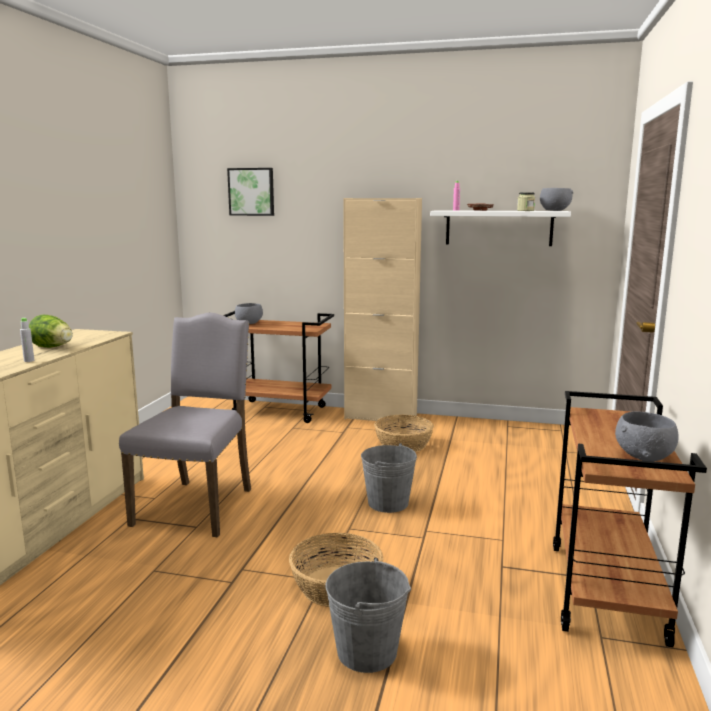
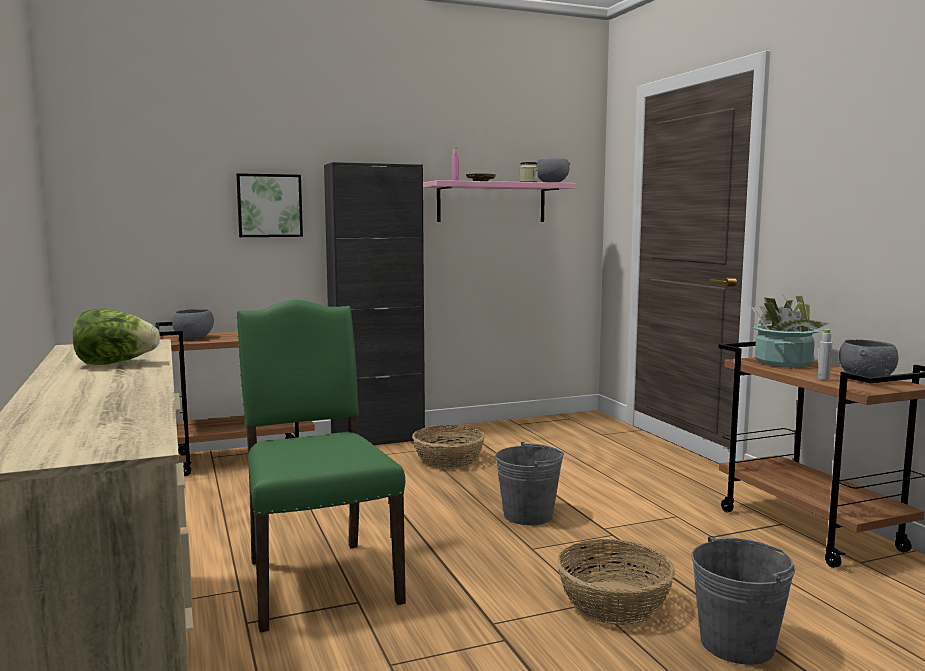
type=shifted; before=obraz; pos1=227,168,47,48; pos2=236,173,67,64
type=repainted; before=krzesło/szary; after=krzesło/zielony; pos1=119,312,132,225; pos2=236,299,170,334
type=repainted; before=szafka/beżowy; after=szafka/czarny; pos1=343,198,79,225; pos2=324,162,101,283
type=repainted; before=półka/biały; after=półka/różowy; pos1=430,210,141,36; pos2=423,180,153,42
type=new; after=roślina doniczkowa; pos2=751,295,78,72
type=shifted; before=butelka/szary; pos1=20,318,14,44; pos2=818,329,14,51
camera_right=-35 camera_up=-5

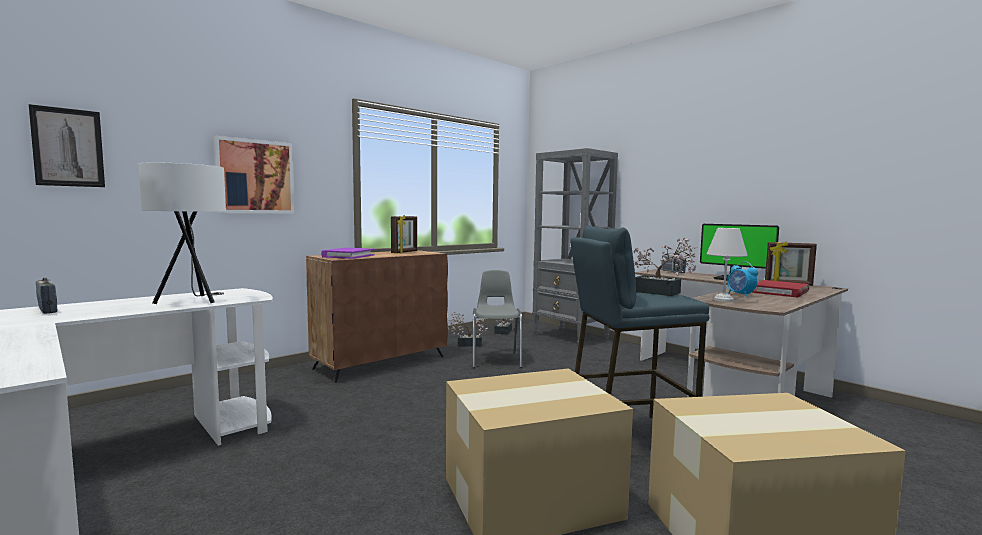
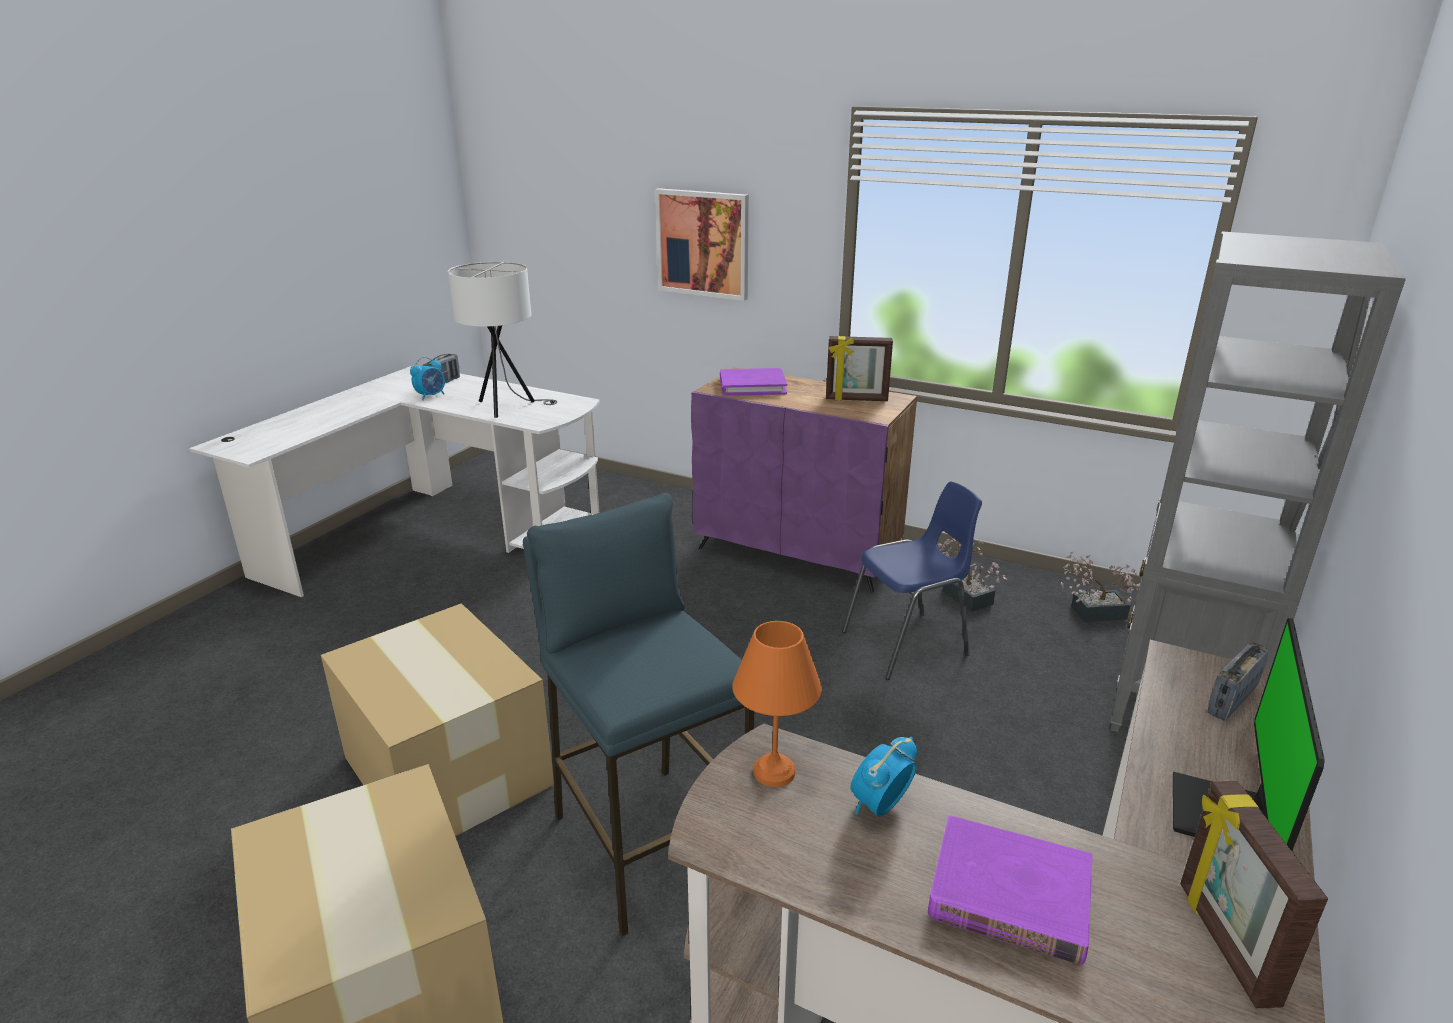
type=new; after=budzik; pos2=410,357,35,43
type=repainted; before=szafka/brązowy; after=szafka/fioletowy; pos1=306,250,142,133; pos2=691,367,226,226
type=repainted; before=lampa stołowa/biały; after=lampa stołowa/pomarańczowy; pos1=707,228,41,74; pos2=732,621,90,166
type=repainted; before=krzesło/szary; after=krzesło/niebieski; pos1=473,270,49,98; pos2=842,481,140,199
type=repainted; before=książka/czerwony; after=książka/fioletowy; pos1=752,280,58,17; pos2=928,816,165,149
type=gone; before=obraz; pos1=29,104,76,83
type=gone; before=roślina doniczkowa; pos1=633,238,65,58
camera_right=70 camera_up=20

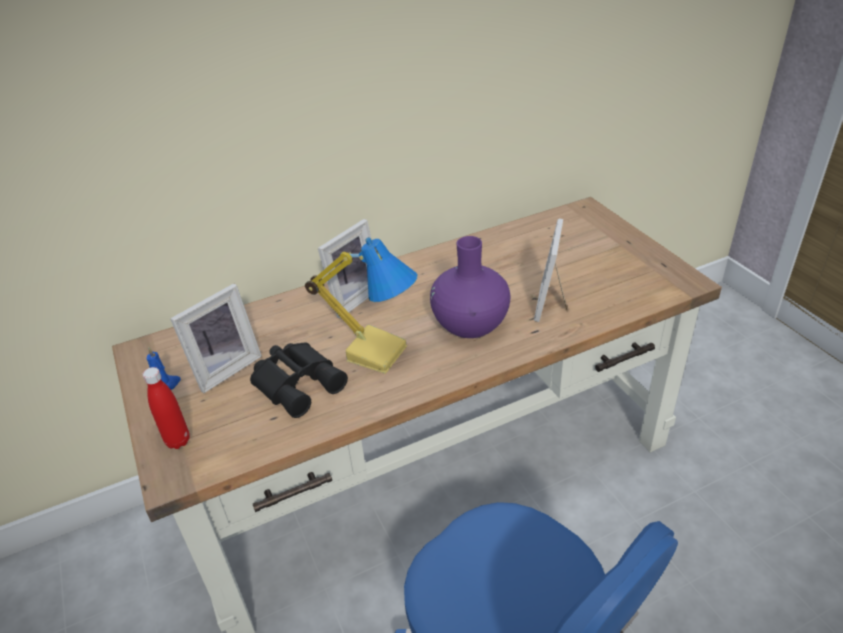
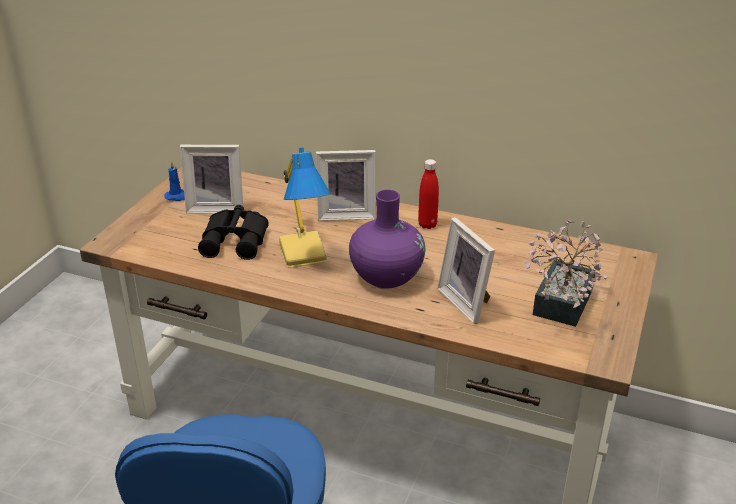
type=shifted; before=butelka/czerwony; pos1=142,367,48,82; pos2=418,159,21,70
type=rotated; before=ramka na zdjęcie; pos1=534,218,33,104; pos2=437,217,58,107; turn=-90
type=new; after=roślina doniczkowa; pos2=524,220,85,107
camera_right=45 camera_up=-5

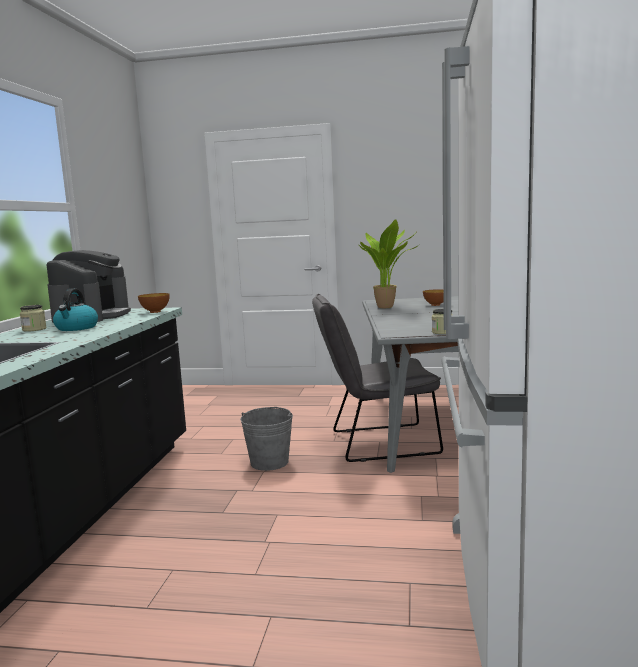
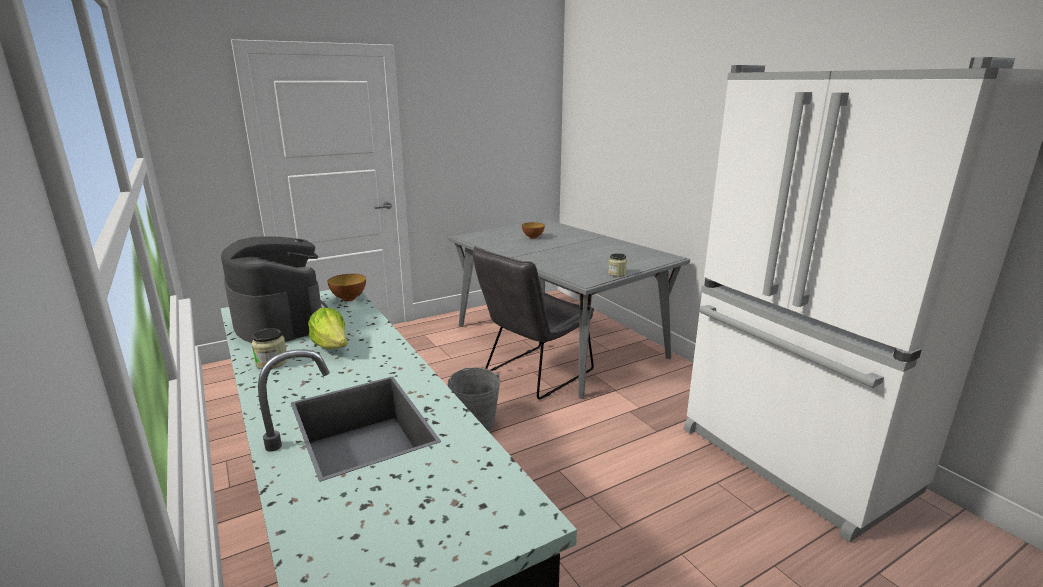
type=swapped; before=czajnik; after=sałata; pos1=53,288,45,43; pos2=308,308,40,41
type=gone; before=roślina doniczkowa; pos1=358,219,63,89
camera_right=-40 camera_up=10

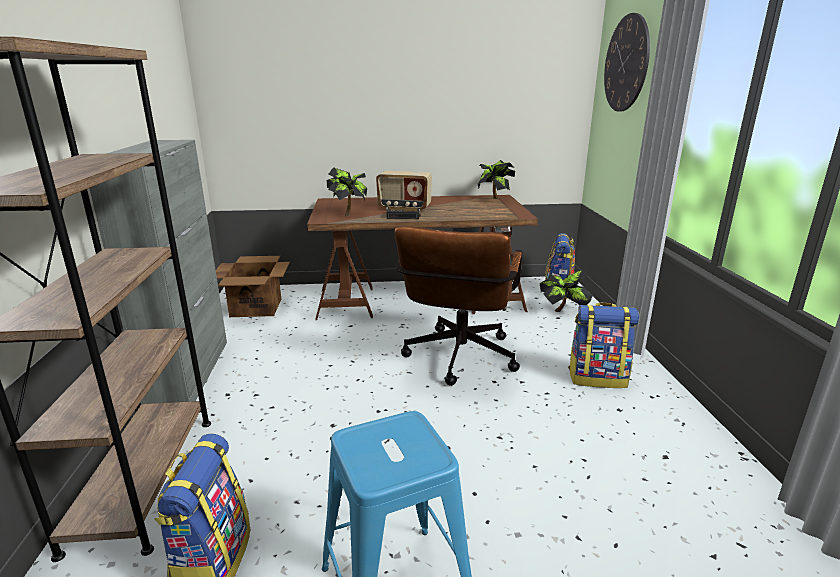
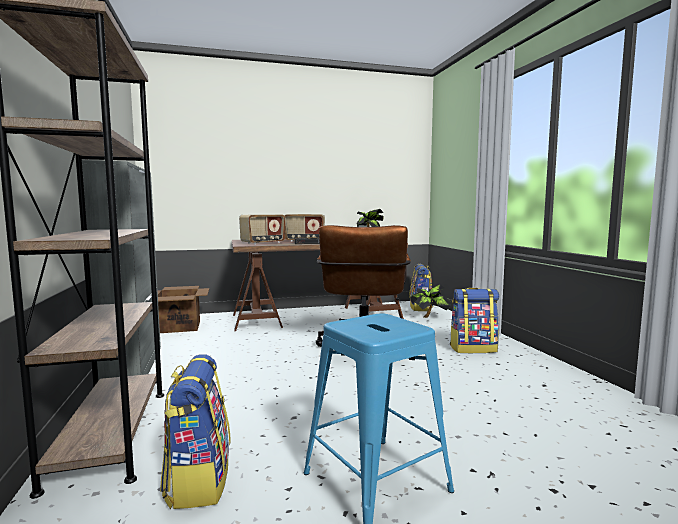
type=swapped; before=roślina doniczkowa; after=radio; pos1=326,167,41,49; pos2=239,214,46,31
type=gone; before=zegar ścienny; pos1=604,13,46,99
camera_right=-10 camera_up=-15

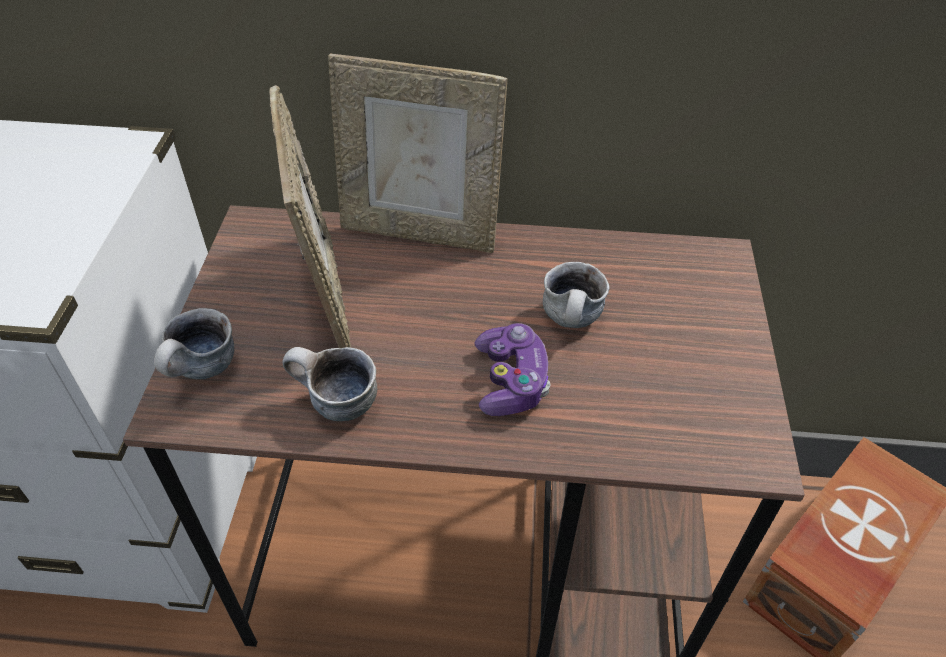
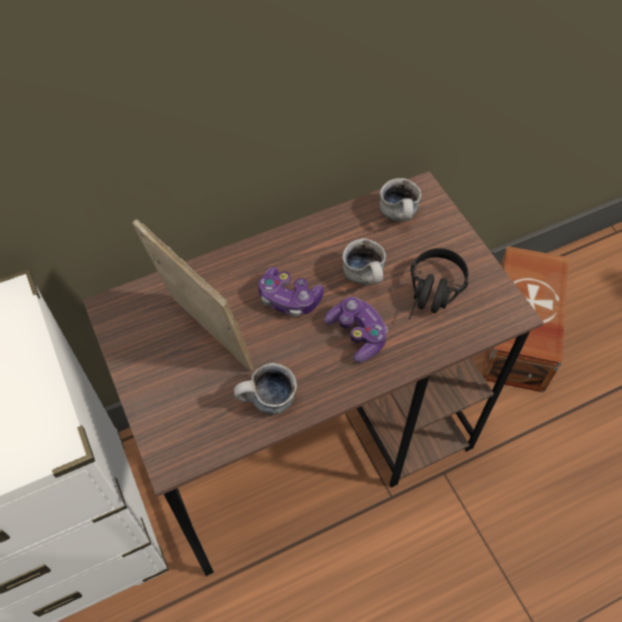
type=new; after=pad do gier; pos2=258,267,66,50
type=shifted; before=kubek; pos1=154,308,80,71; pos2=380,178,41,43
type=new; after=słuchawki/czarny; pos2=409,248,60,71
type=gone; before=ramka na zdjęcie; pos1=328,54,179,199
camera_right=-30 camera_up=10

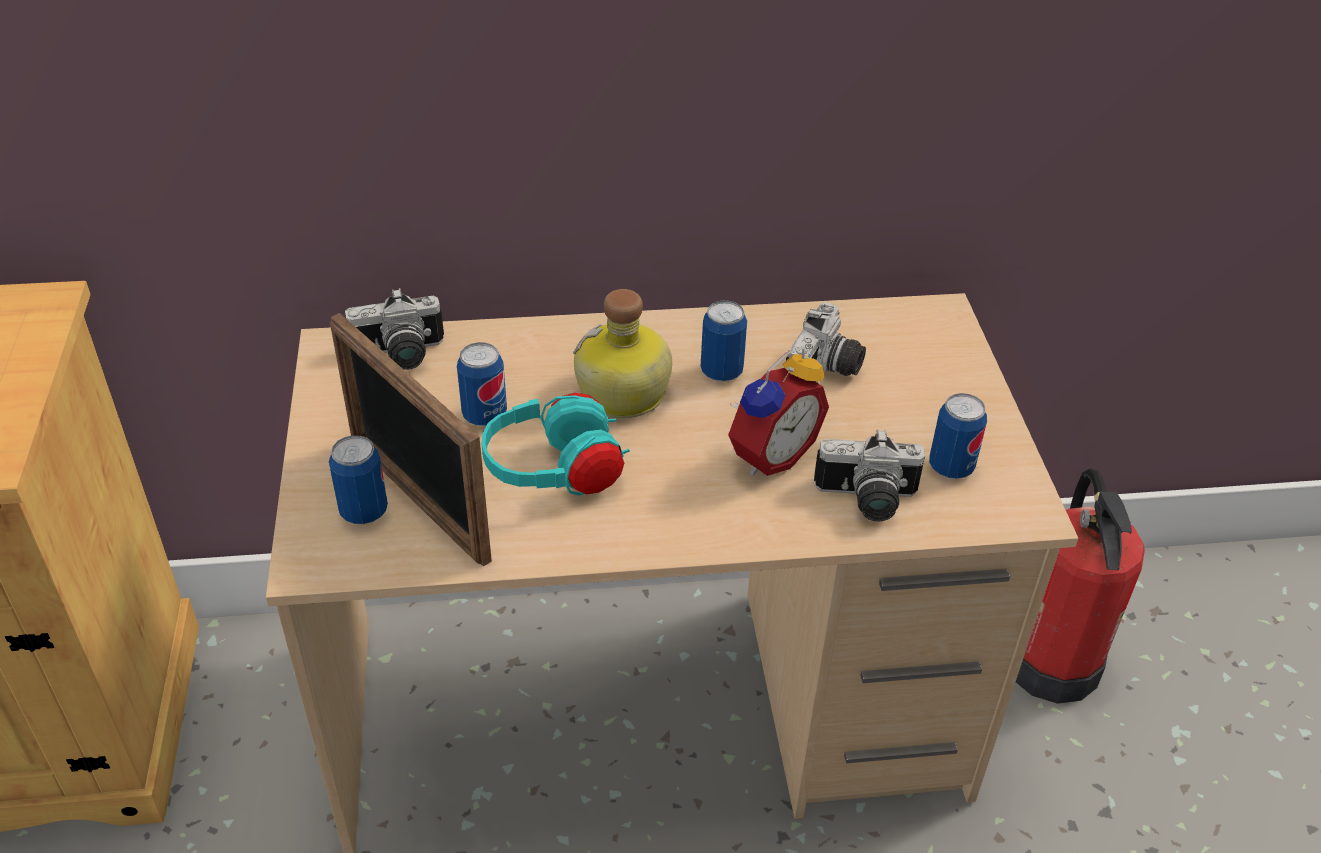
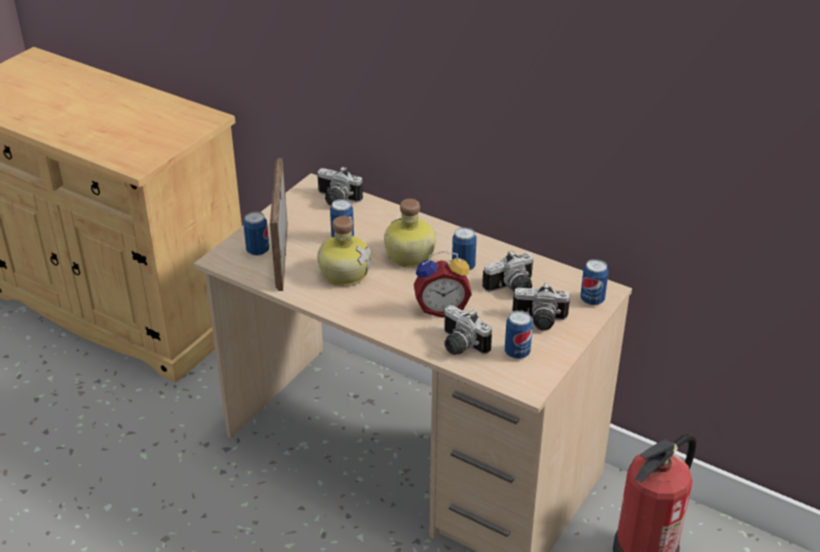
type=swapped; before=słuchawki/turkusowy; after=butelka; pos1=482,393,148,103; pos2=317,216,54,70
type=new; after=aparat fotograficzny; pos2=512,283,58,48
type=new; after=puszka; pos2=580,259,28,46
camera_right=40 camera_up=-5

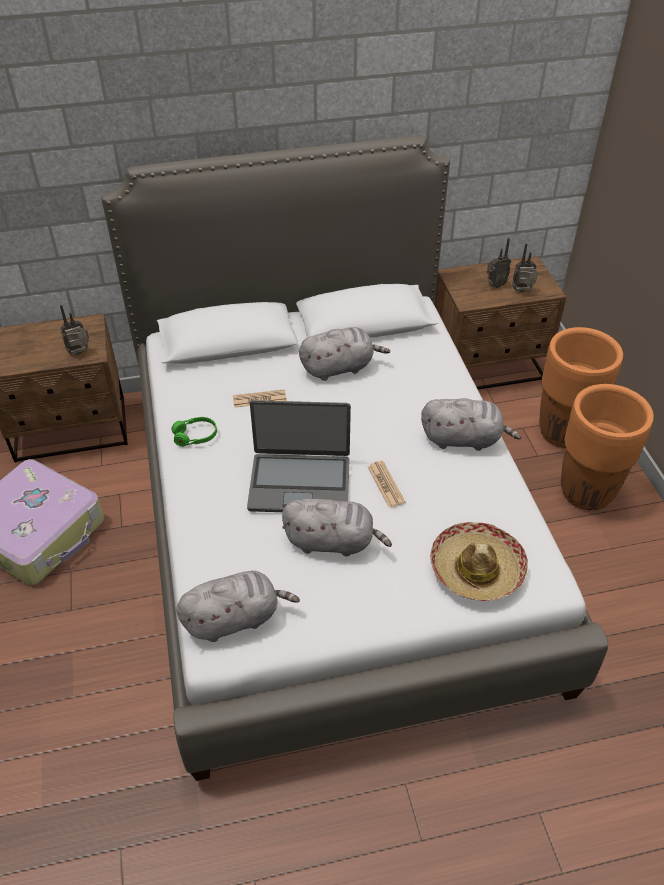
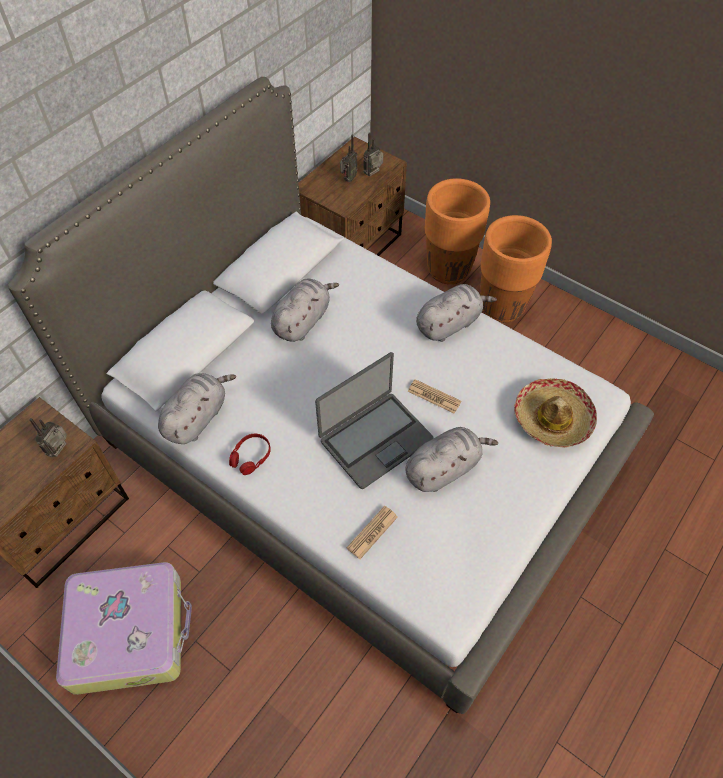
type=shifted; before=pluszak/szary; pos1=176,571,124,71; pos2=158,373,78,71
type=repainted; before=słuchawki/zielony; after=słuchawki/czerwony; pos1=171,417,46,30; pos2=229,434,42,41
type=shifted; before=gazeta; pos1=233,389,54,19; pos2=347,506,51,53
camera_right=-40 camera_up=10

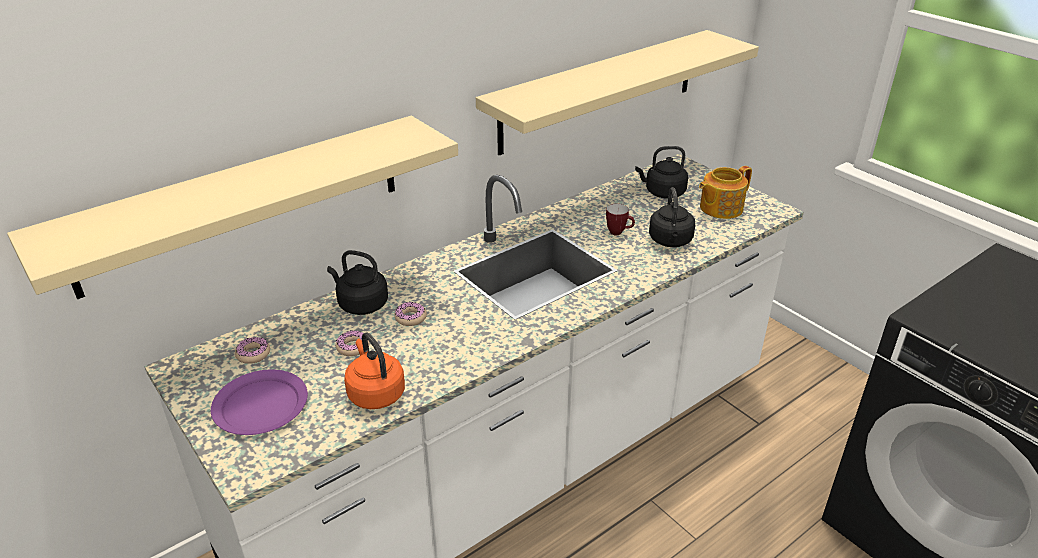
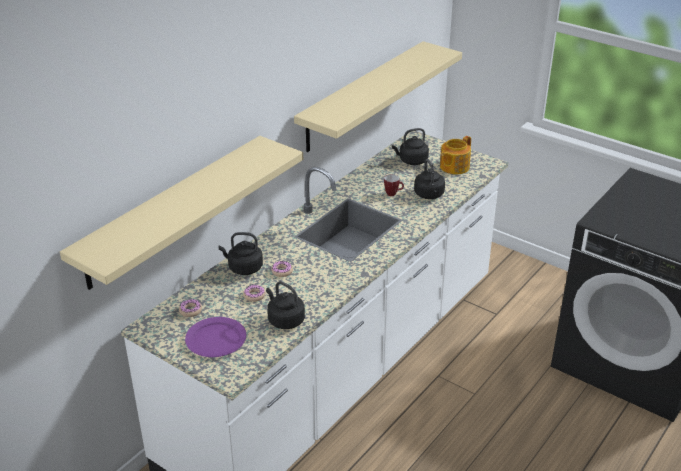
type=repainted; before=czajnik/pomarańczowy; after=czajnik/czarny; pos1=344,332,61,77; pos2=266,281,39,48
camera_right=-15 camera_up=0

